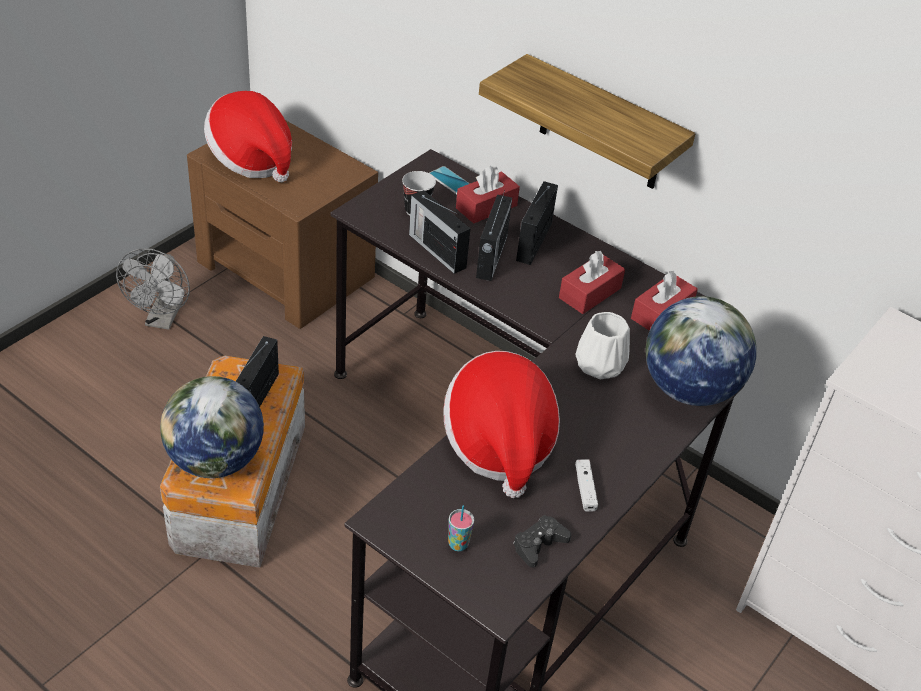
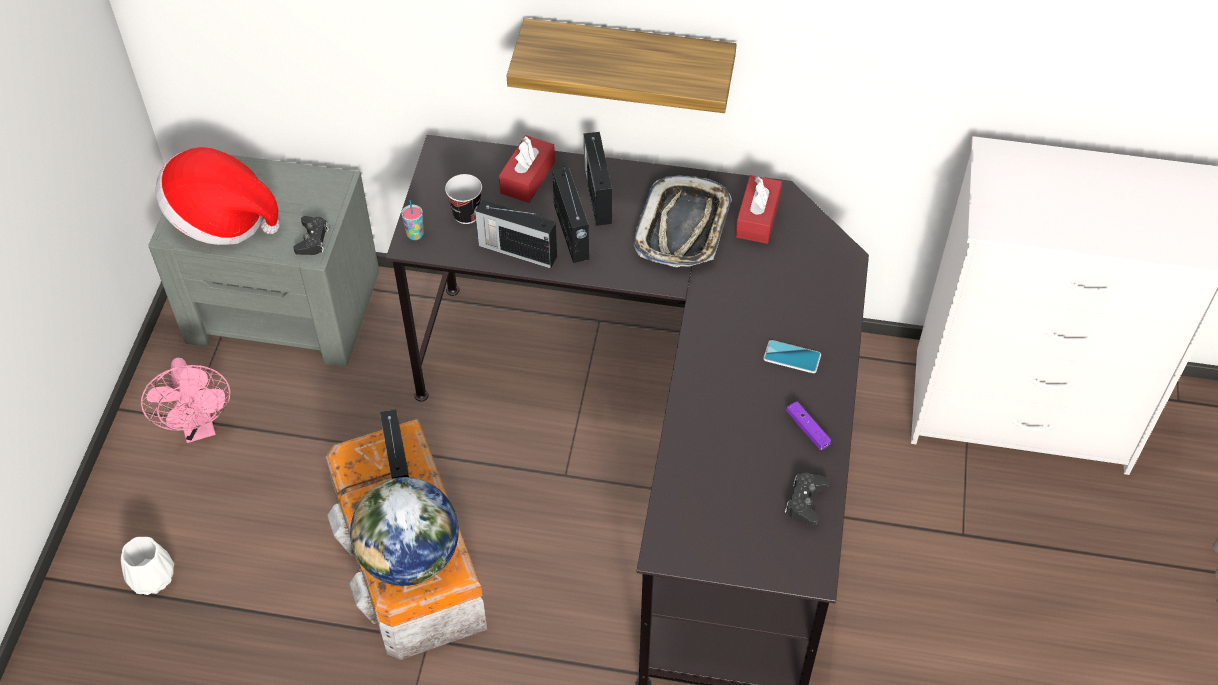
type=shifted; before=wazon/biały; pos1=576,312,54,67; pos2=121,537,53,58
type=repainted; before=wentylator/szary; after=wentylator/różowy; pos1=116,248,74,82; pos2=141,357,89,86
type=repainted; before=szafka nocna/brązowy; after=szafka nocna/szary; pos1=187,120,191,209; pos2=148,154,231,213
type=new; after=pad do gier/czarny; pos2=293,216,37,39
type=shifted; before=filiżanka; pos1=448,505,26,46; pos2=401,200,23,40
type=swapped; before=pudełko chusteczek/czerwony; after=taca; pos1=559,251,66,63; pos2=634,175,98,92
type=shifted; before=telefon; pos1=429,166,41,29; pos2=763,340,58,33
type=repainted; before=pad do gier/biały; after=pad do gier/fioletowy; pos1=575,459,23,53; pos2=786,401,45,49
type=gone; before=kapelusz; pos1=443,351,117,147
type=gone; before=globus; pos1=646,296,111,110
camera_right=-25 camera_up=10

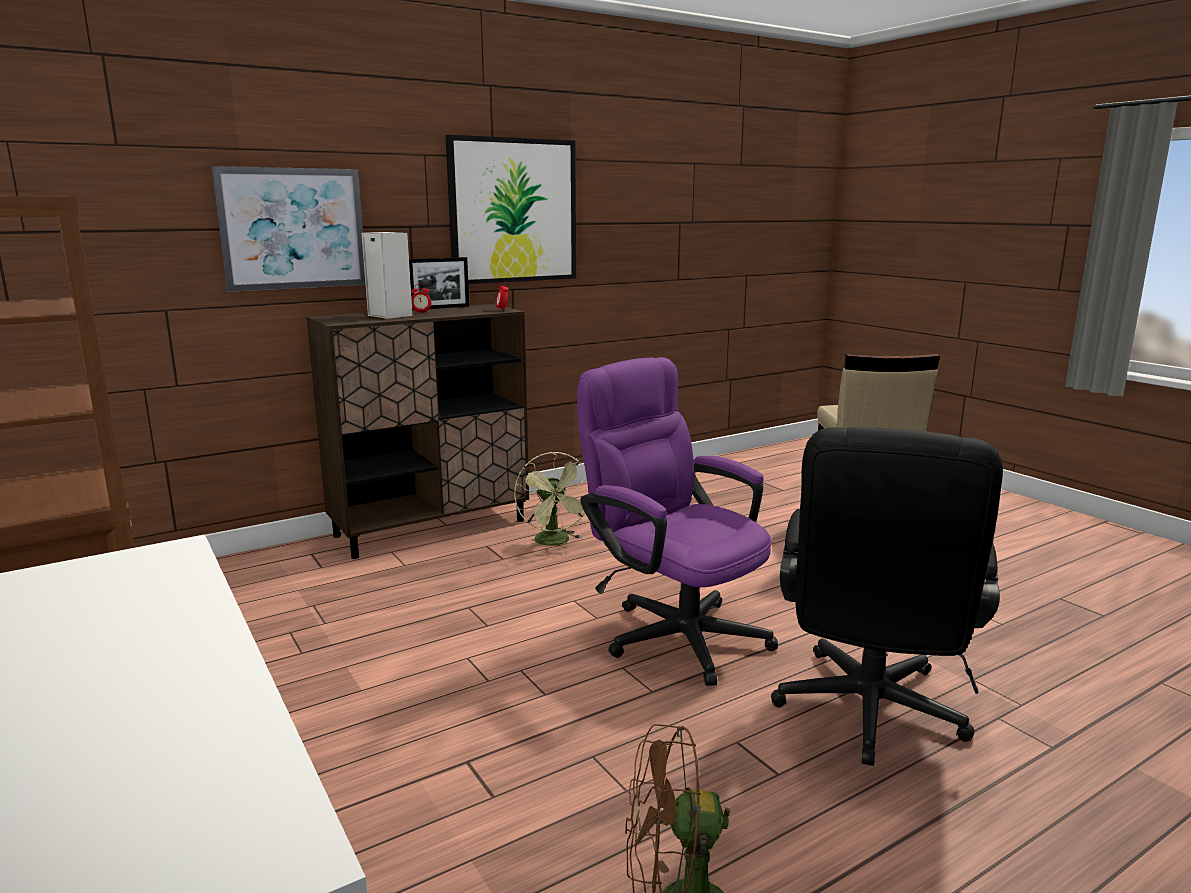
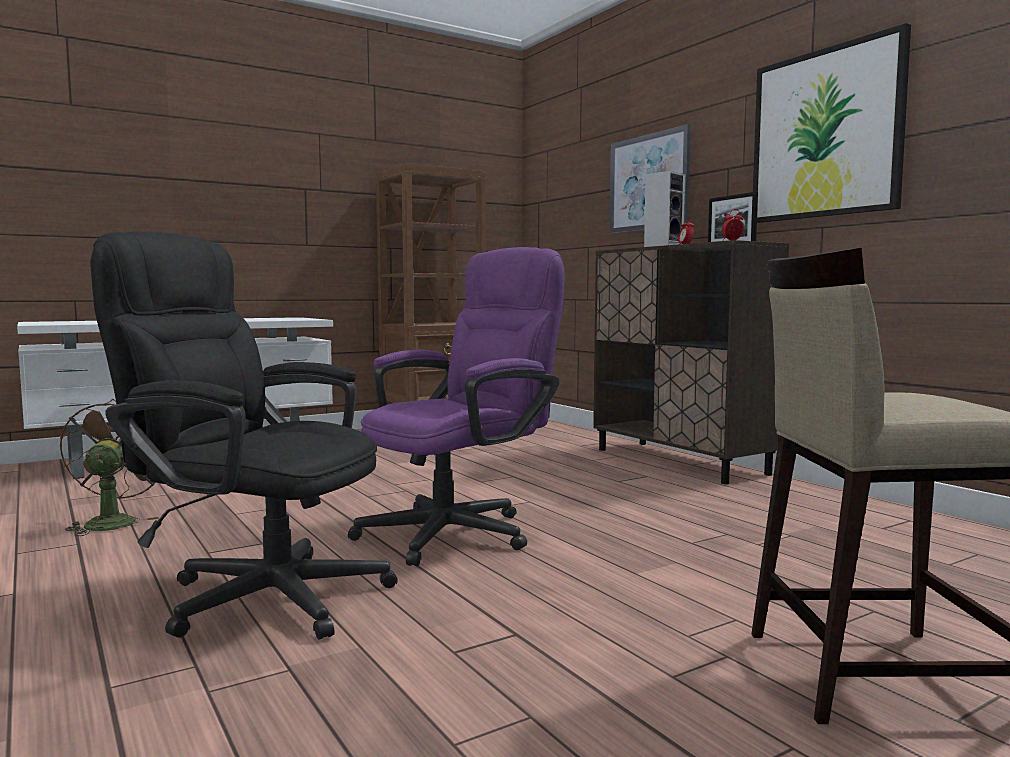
type=gone; before=wentylator/zielony; pos1=514,452,73,96
camera_right=90 camera_up=-10

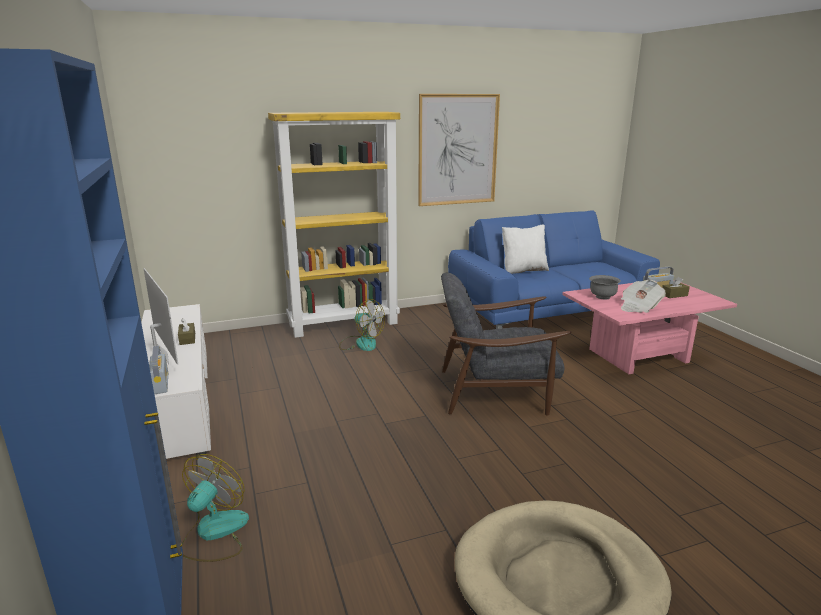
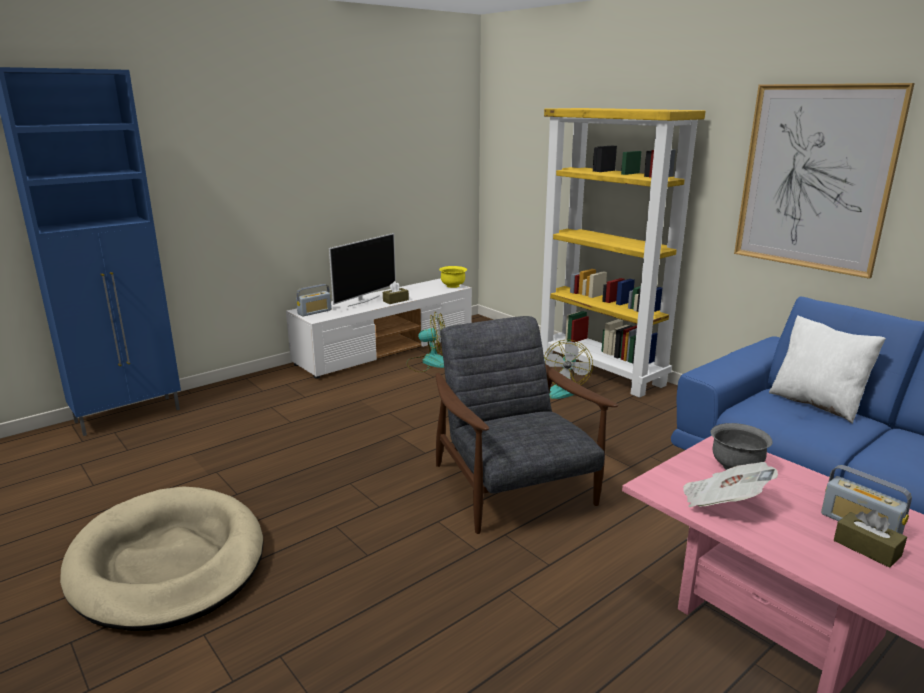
type=shifted; before=wentylator; pos1=182,454,67,108; pos2=407,313,38,59
type=new; after=miska/żółty; pos2=439,266,28,22
camera_right=70 camera_up=0

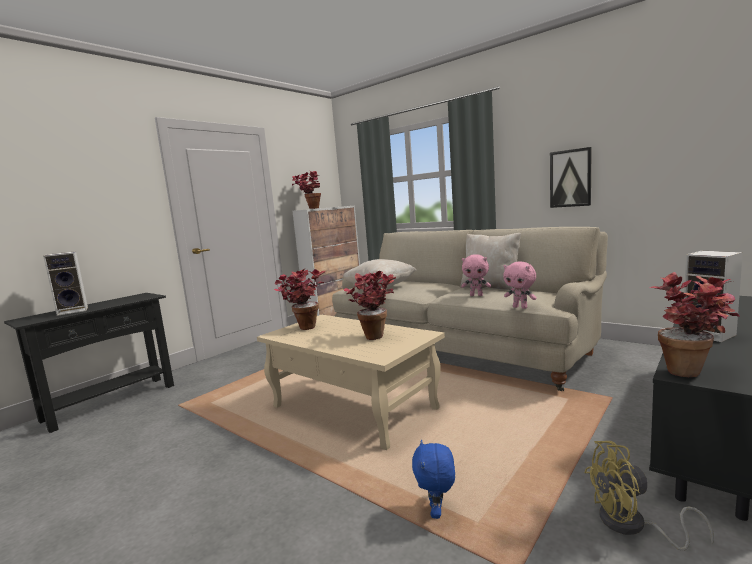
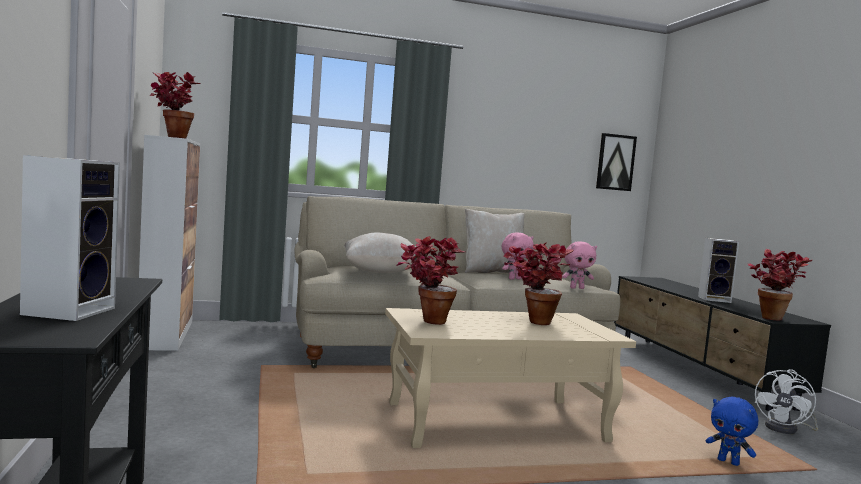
type=shifted; before=obraz; pos1=550,147,42,61; pos2=596,133,41,58
type=repainted; before=wentylator/żółty; after=wentylator/biały; pos1=584,441,130,110; pos2=755,369,63,65
camera_right=-55 camera_up=-5

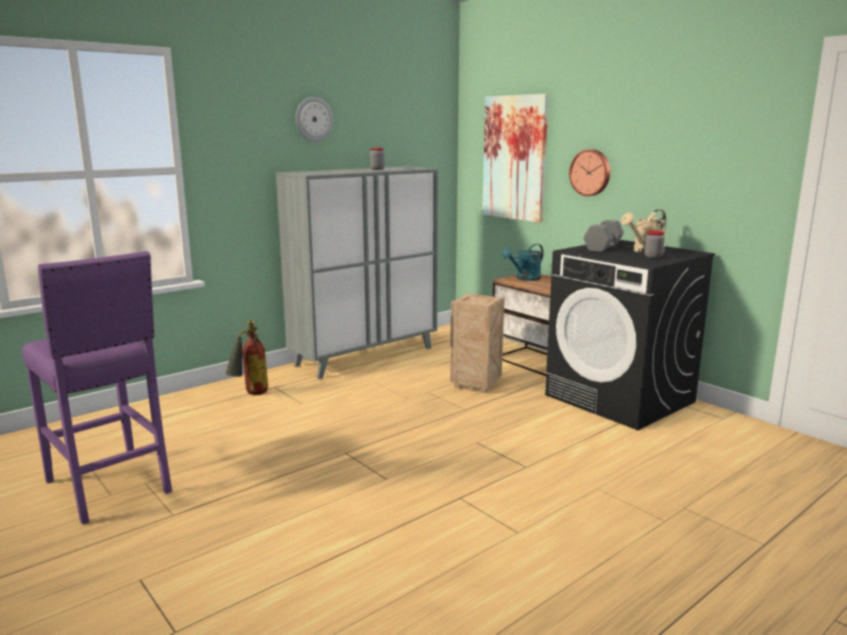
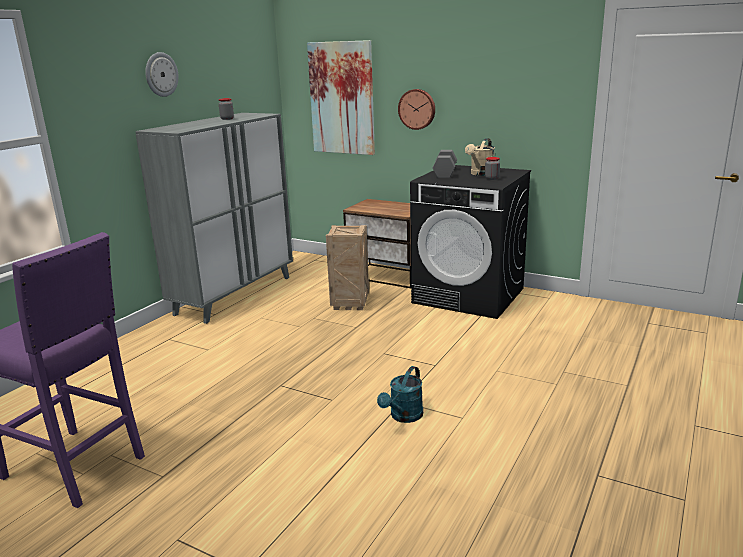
type=shifted; before=konewka/turkusowy; pos1=502,244,42,37; pos2=377,366,46,57
type=gone; before=gaśnica; pos1=225,320,43,75
camera_right=-20 camera_up=5

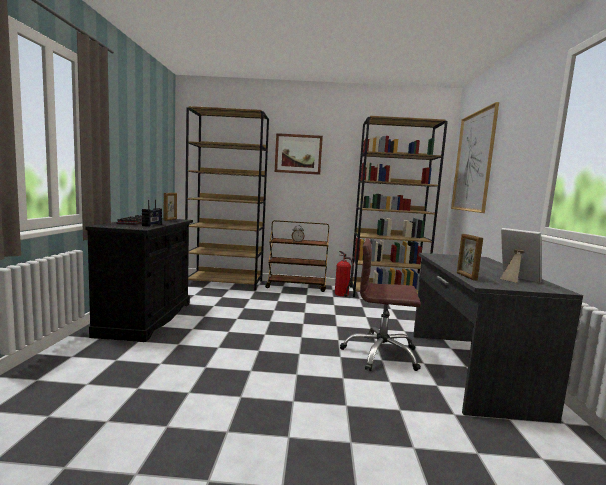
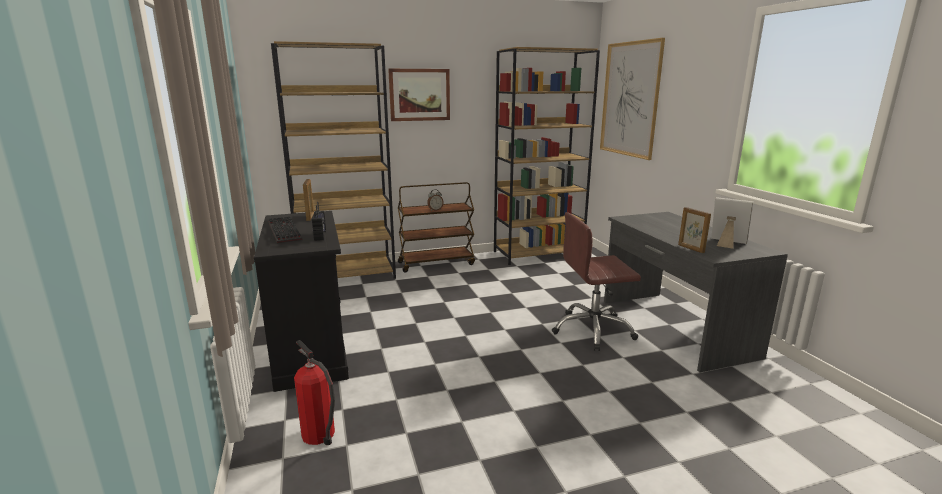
type=shifted; before=gaśnica; pos1=335,251,19,46; pos2=294,340,41,105
camera_right=-20 camera_up=10

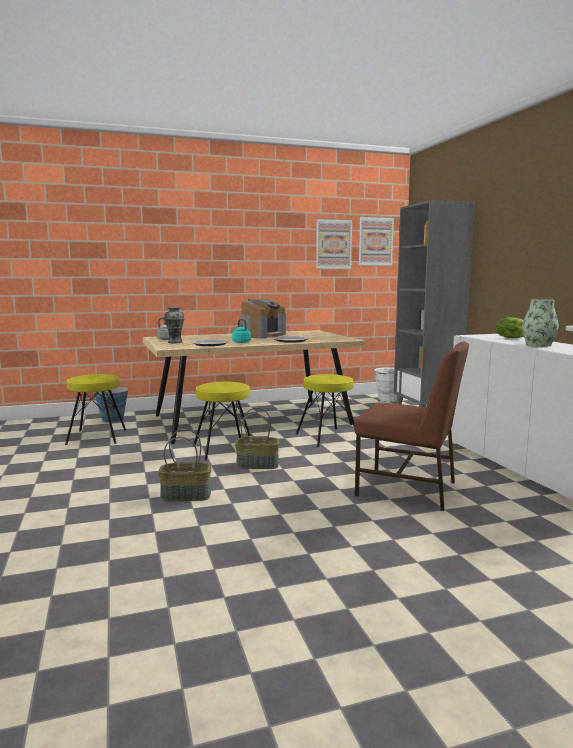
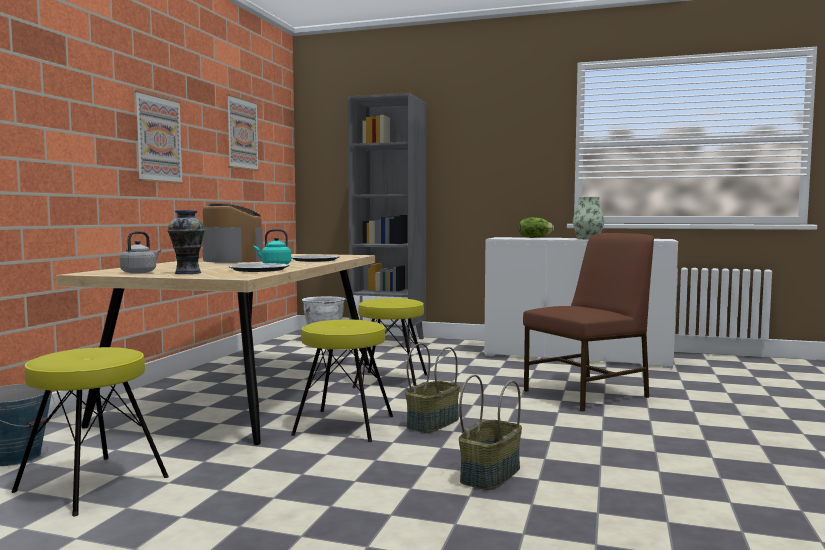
type=shifted; before=obraz; pos1=358,216,36,51; pos2=134,90,50,94
camera_right=-55 camera_up=-5

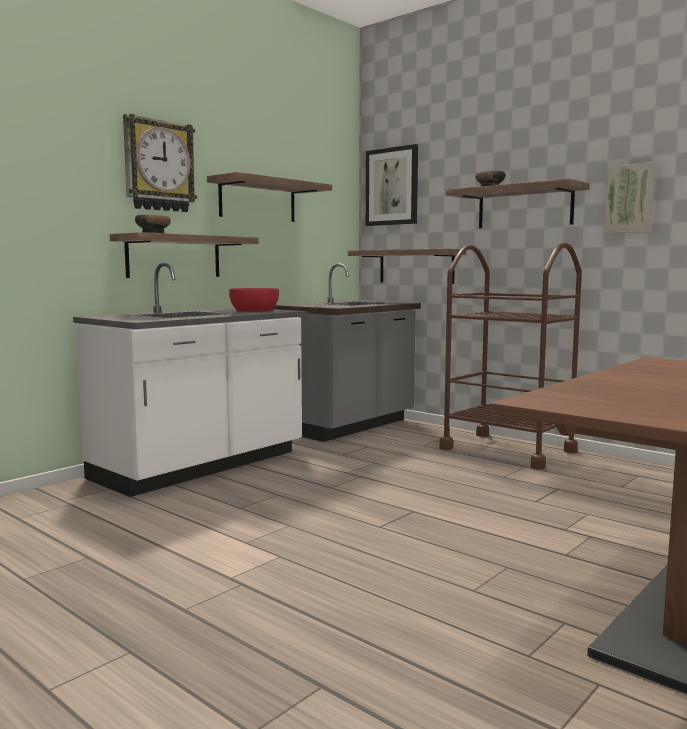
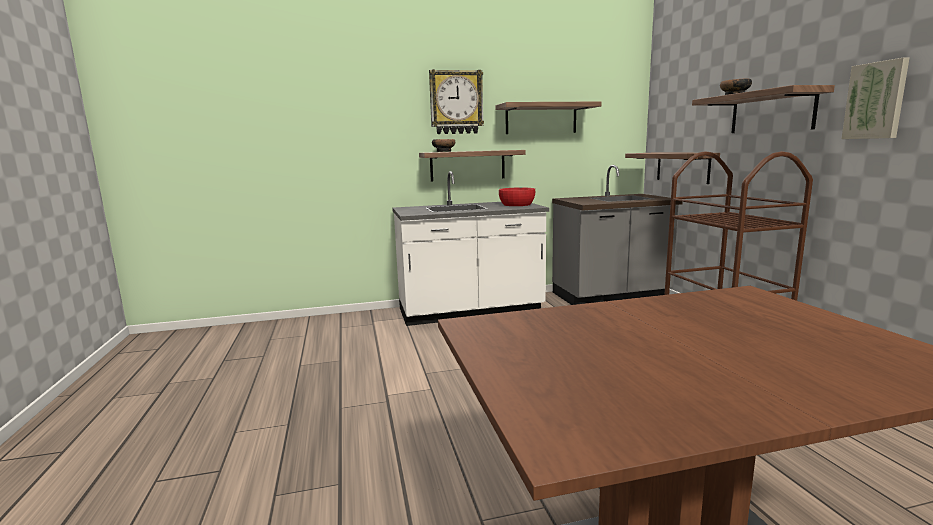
type=gone; before=obraz; pos1=366,144,52,82
camera_right=35 camera_up=5

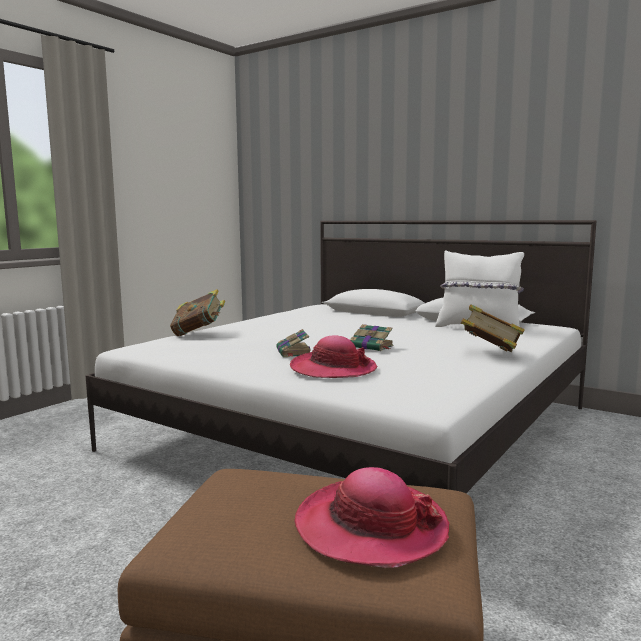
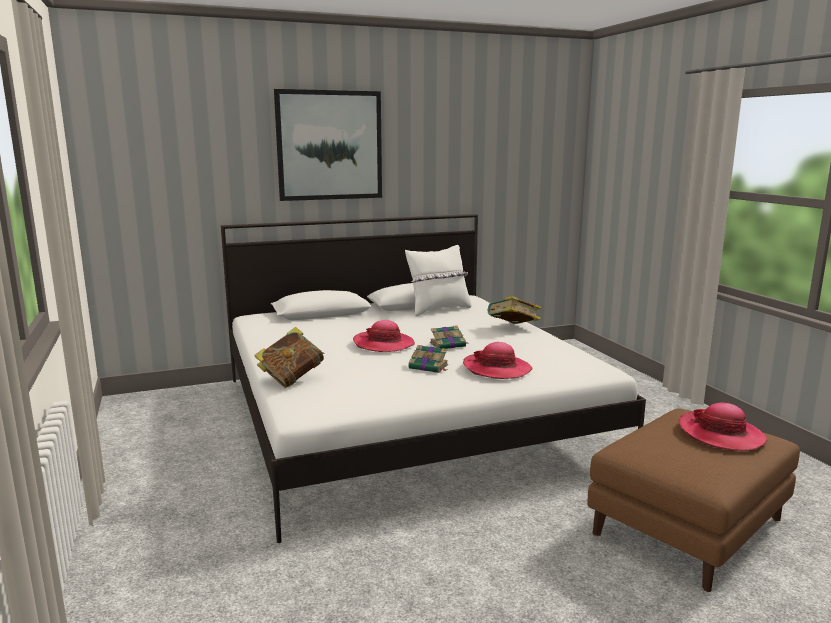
type=new; after=obraz; pos2=274,89,108,112
type=new; after=kapelusz; pos2=353,320,62,32
camera_right=-55 camera_up=5

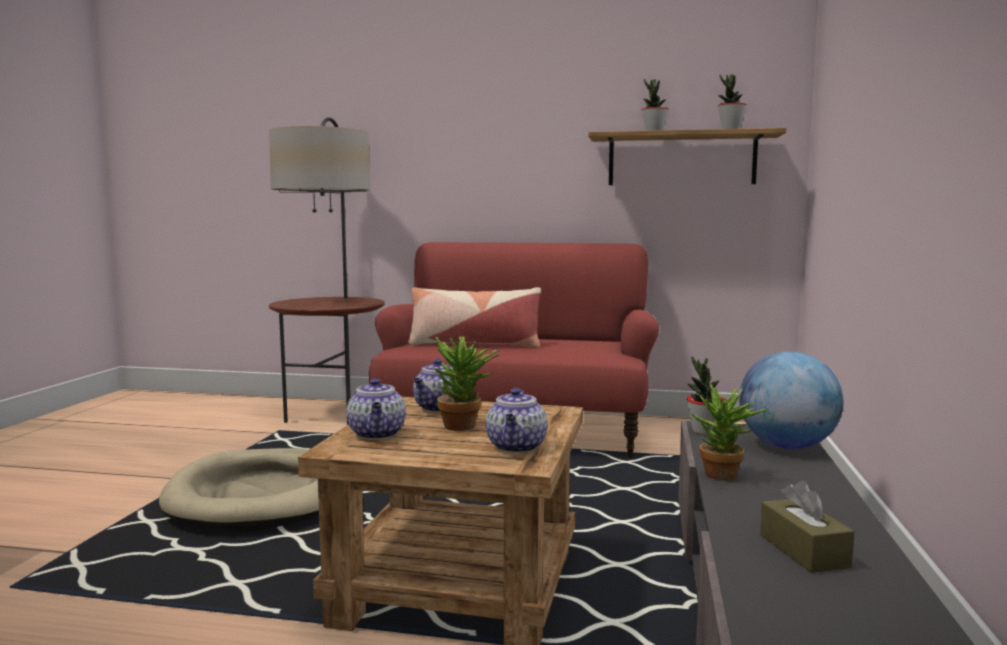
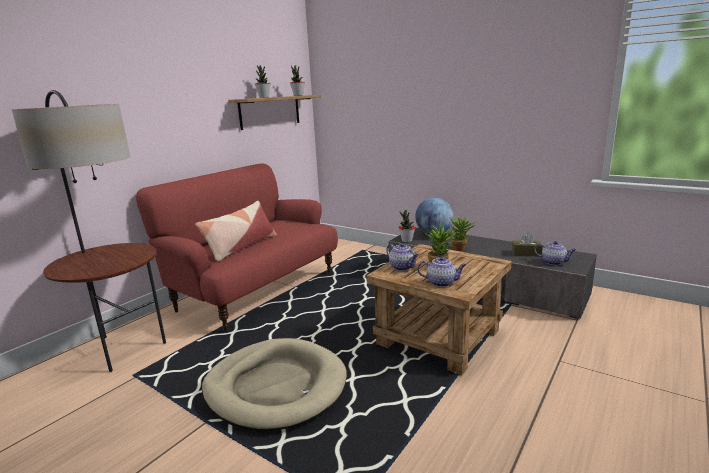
type=shifted; before=imbryk; pos1=486,388,62,65; pos2=534,241,42,24
camera_right=-65 camera_up=10

